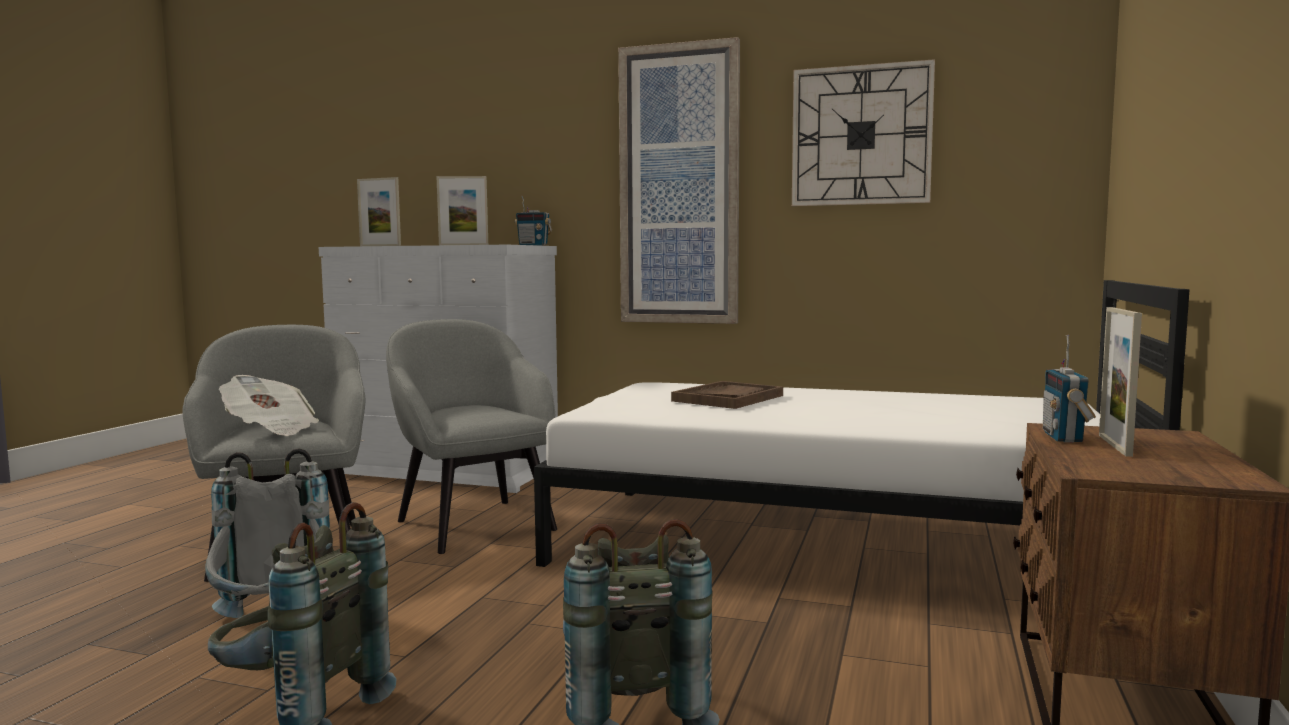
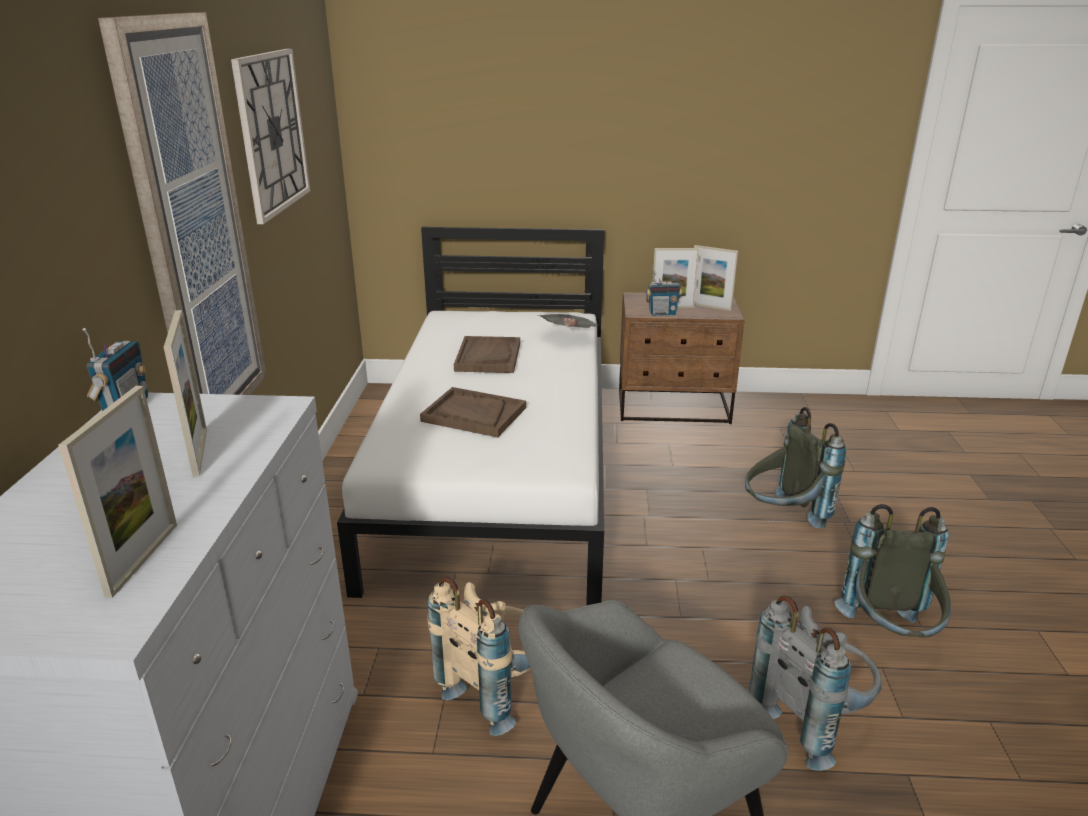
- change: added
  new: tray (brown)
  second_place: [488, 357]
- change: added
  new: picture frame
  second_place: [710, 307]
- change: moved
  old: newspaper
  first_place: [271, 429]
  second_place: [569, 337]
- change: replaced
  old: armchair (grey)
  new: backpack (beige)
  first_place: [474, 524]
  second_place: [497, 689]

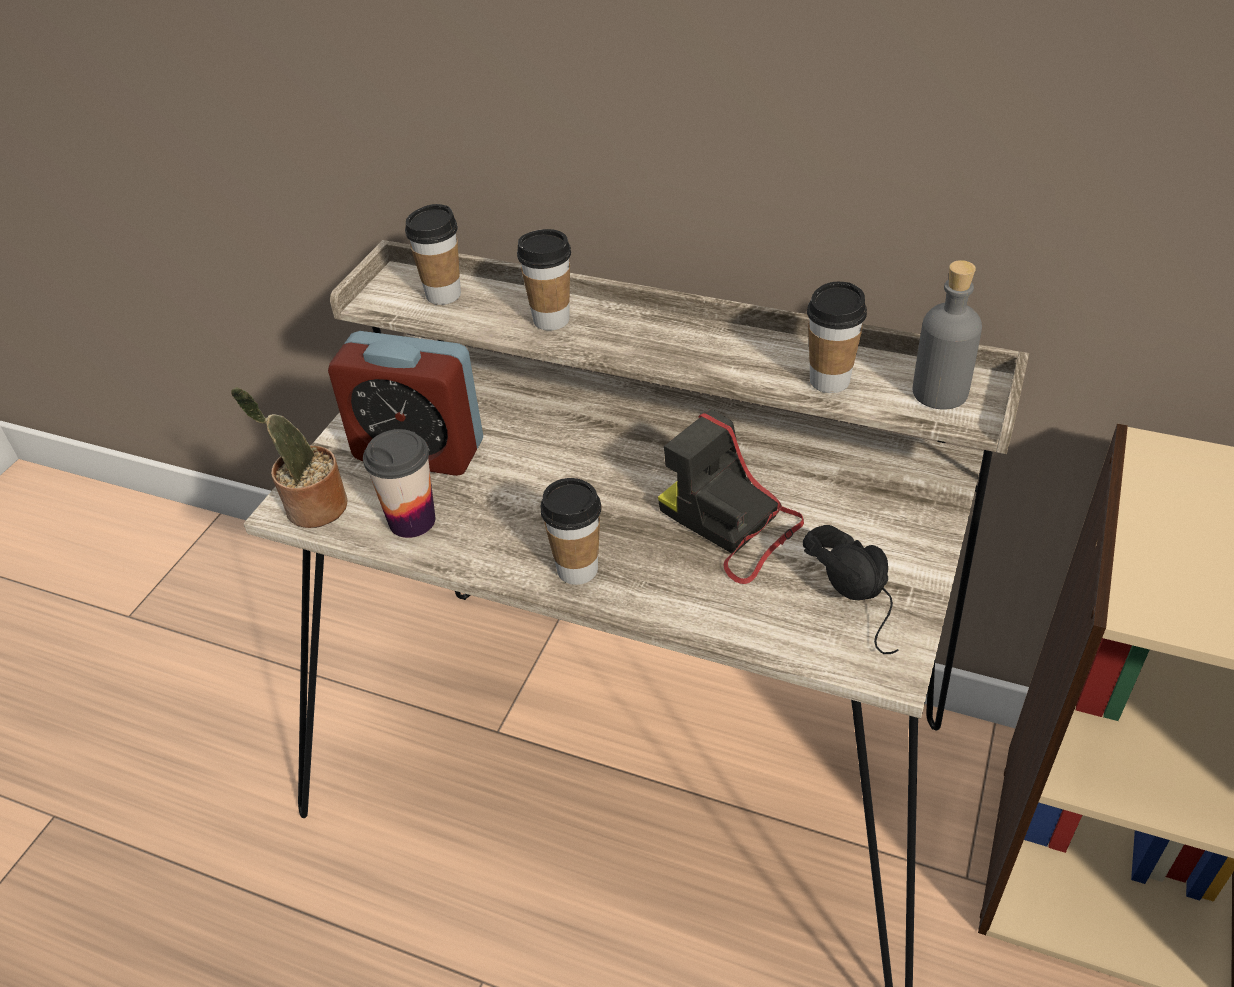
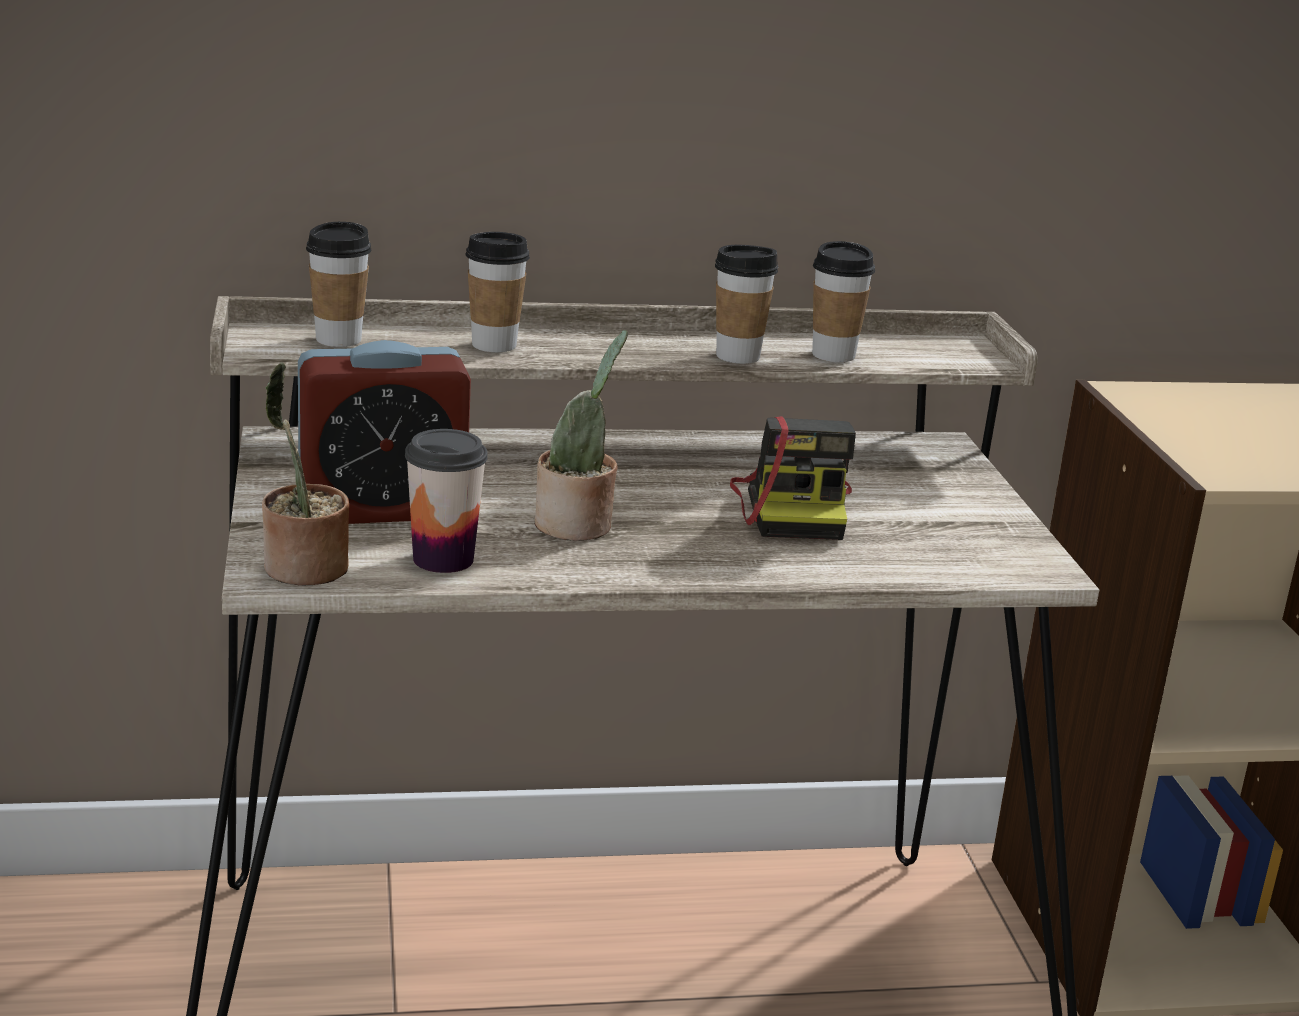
- change: removed
  old: headphones (black)
  first_place: [865, 600]
- change: removed
  old: bottle (grey)
  first_place: [939, 392]
- change: added
  new: potted plant
  second_place: [577, 527]
- change: moved
  old: cup
  first_place: [577, 569]
  second_place: [737, 356]
- change: turned
  old: photo camera
  first_place: [731, 525]
  second_place: [794, 509]
  degrees: -105

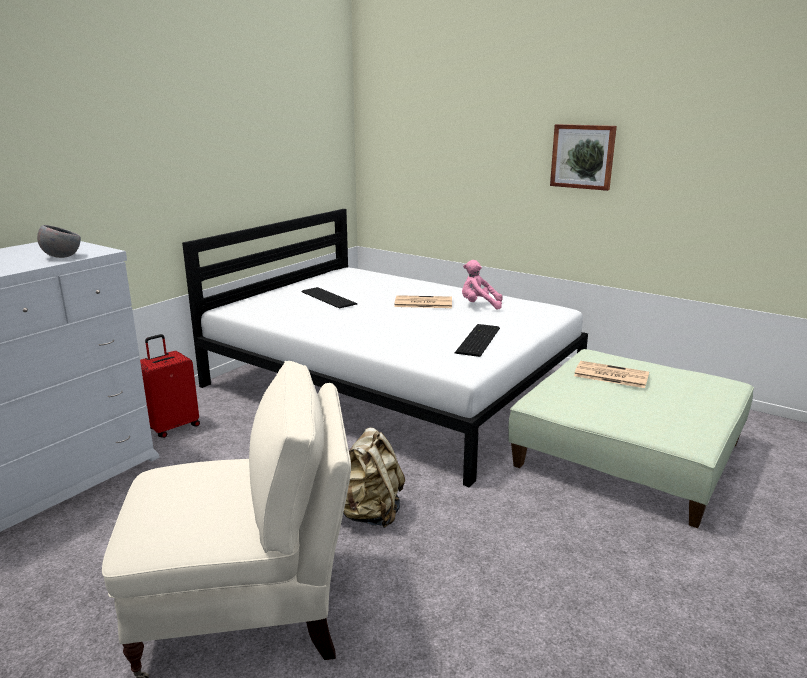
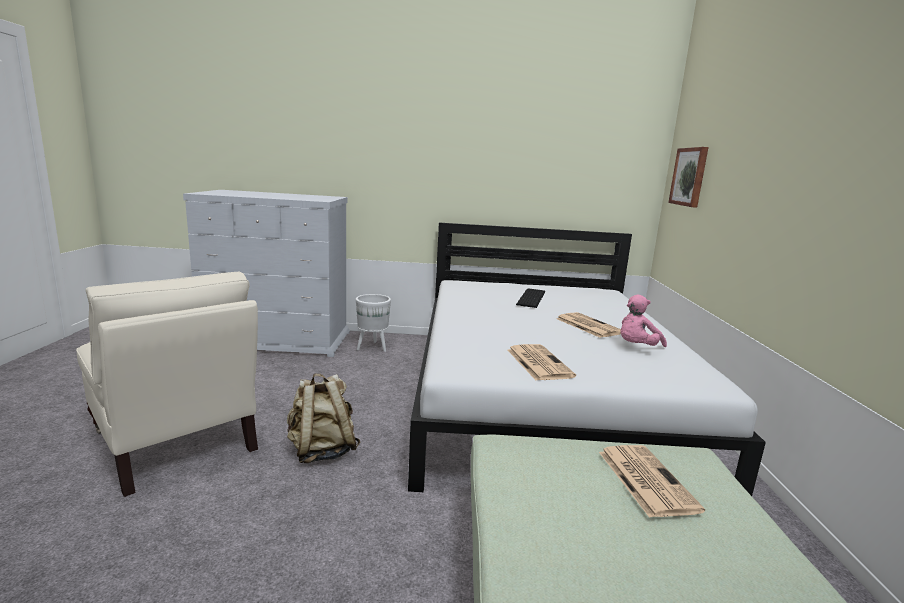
- change: removed
  old: bowl (grey)
  first_place: [61, 257]
- change: moved
  old: picture
  first_place: [583, 156]
  second_place: [689, 177]
- change: replaced
  old: suitcase (red)
  new: planter (white)
  first_place: [172, 427]
  second_place: [373, 347]
- change: replaced
  old: keyboard
  new: newspaper
  first_place: [476, 340]
  second_place: [538, 362]
- change: turned
  old: plush toy (pink)
  first_place: [479, 305]
  second_place: [636, 347]
  degrees: -105

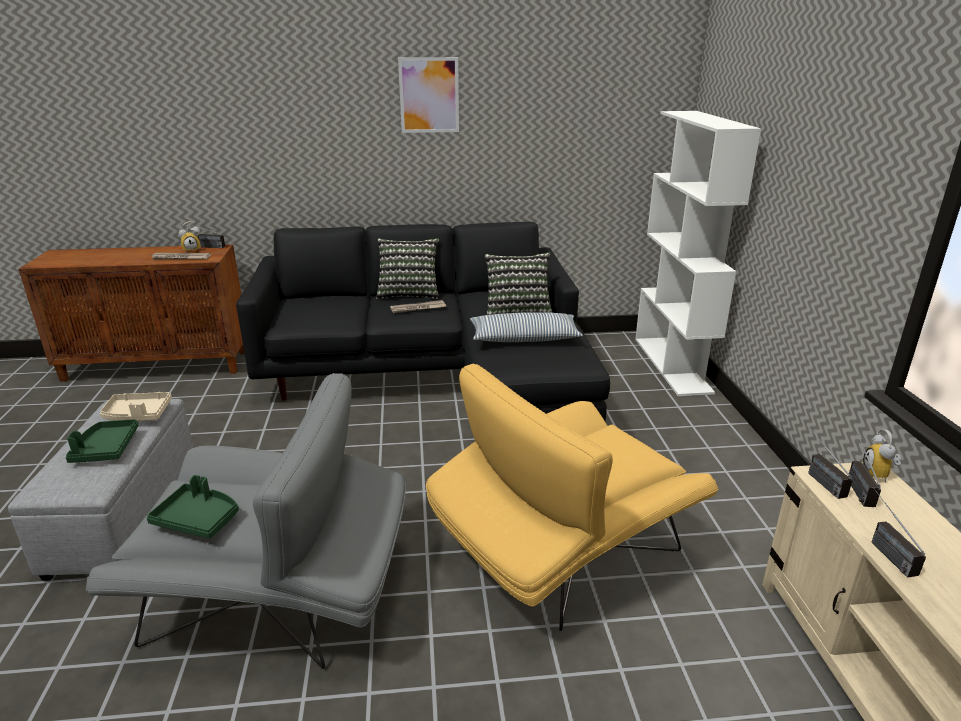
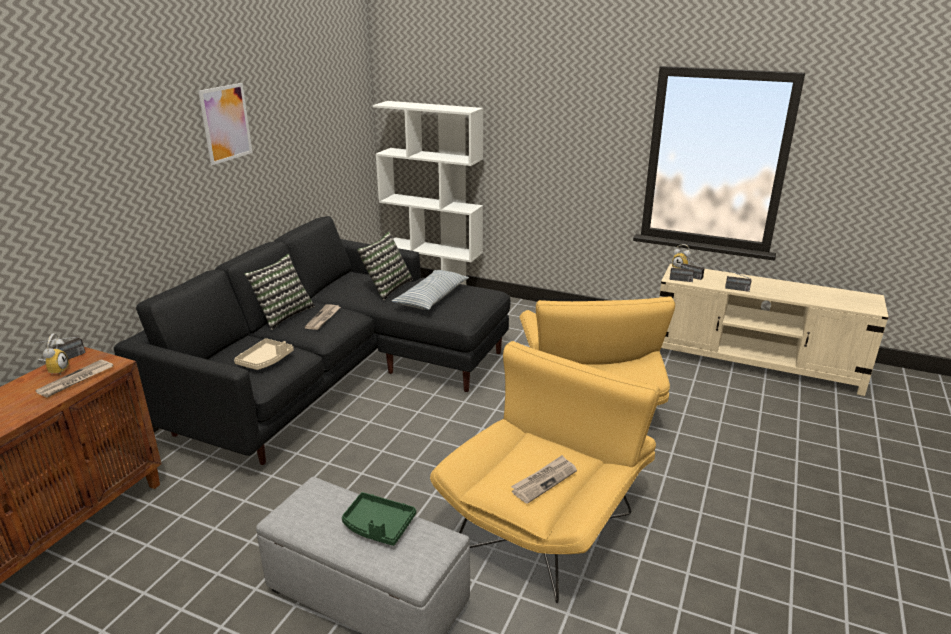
- change: moved
  old: tray (beige)
  first_place: [137, 415]
  second_place: [265, 361]
- change: replaced
  old: tray (green)
  new: newspaper
  first_place: [198, 519]
  second_place: [544, 480]
- change: recoloured
  old: armchair (grey)
  new: armchair (yellow)
  first_place: [279, 596]
  second_place: [548, 520]

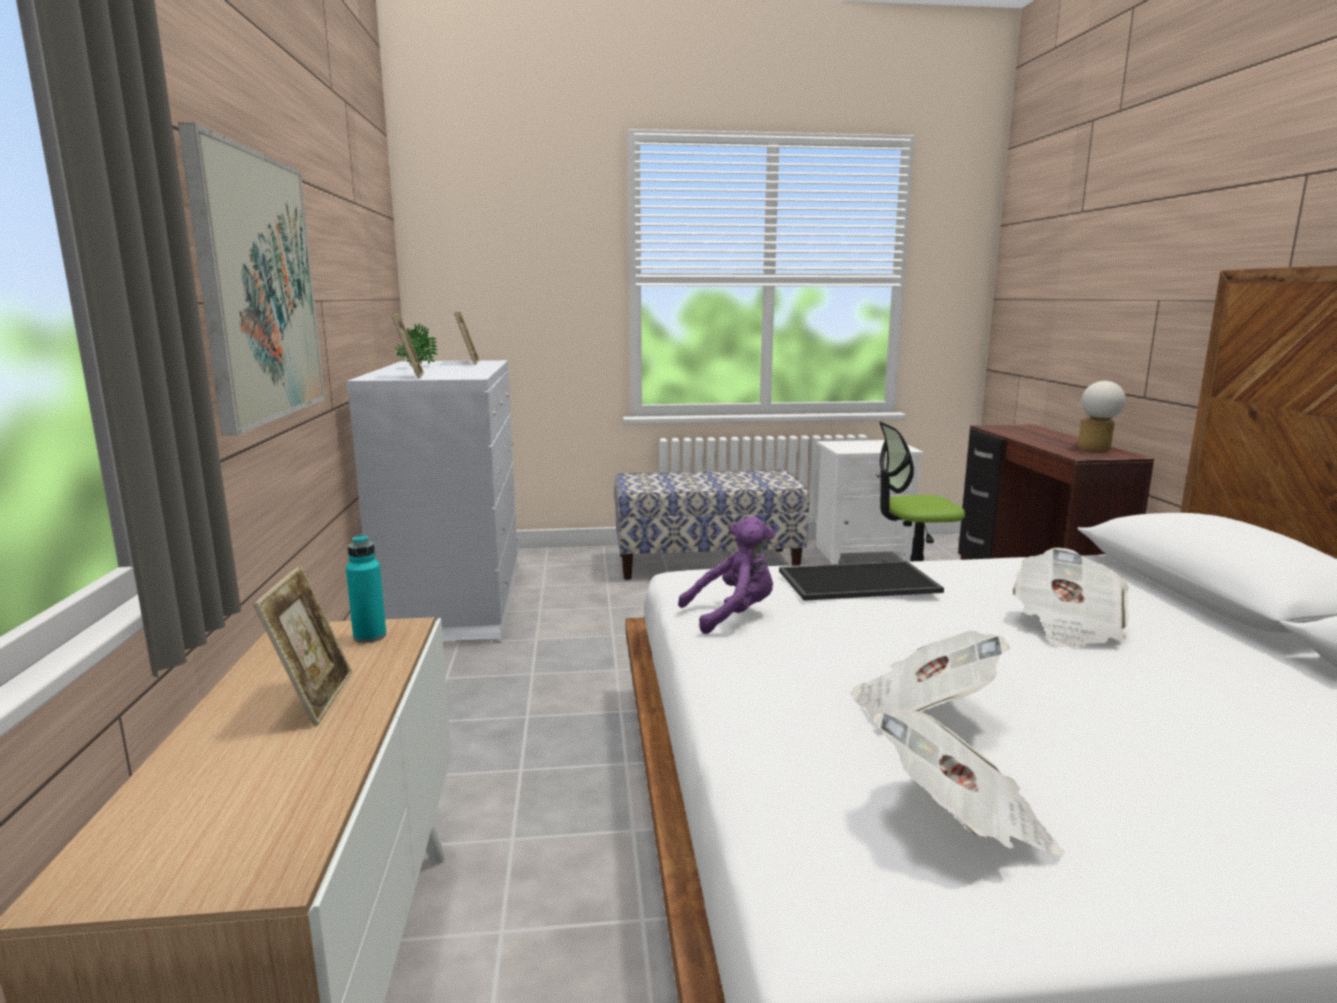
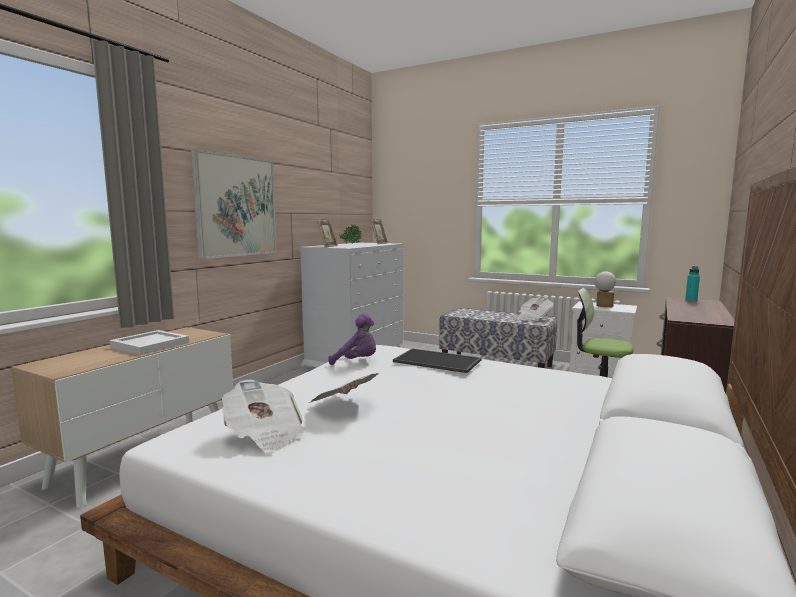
- change: moved
  old: bottle (turquoise)
  first_place: [370, 636]
  second_place: [691, 300]
- change: moved
  old: newspaper
  first_place: [1067, 626]
  second_place: [533, 318]
- change: moved
  old: table lamp
  first_place: [1095, 448]
  second_place: [603, 306]
- change: replaced
  old: picture frame
  new: tray (white)
  first_place: [314, 698]
  second_place: [150, 344]

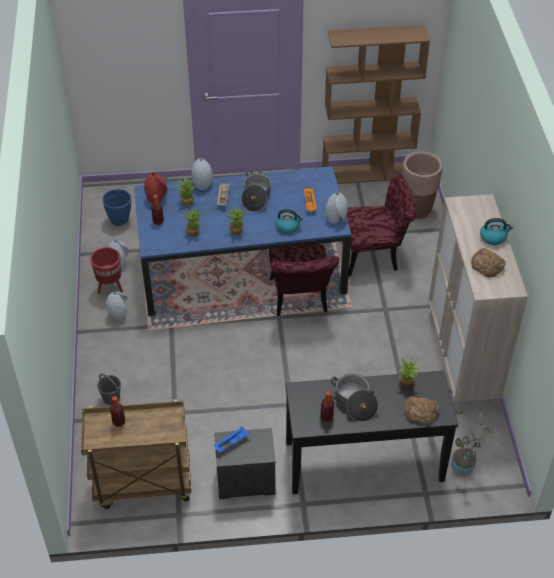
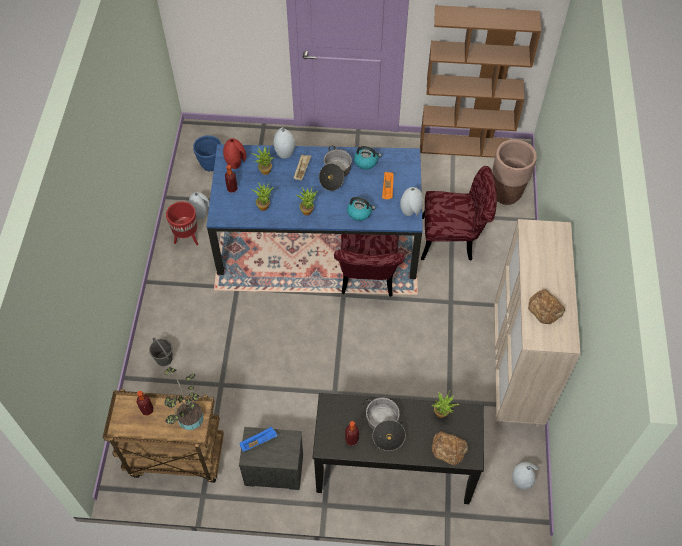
- change: moved
  old: vase (grey)
  first_place: [118, 315]
  second_place: [522, 480]
- change: moved
  old: potted plant
  first_place: [462, 467]
  second_place: [189, 421]
- change: moved
  old: kettle
  first_place: [493, 237]
  second_place: [366, 162]

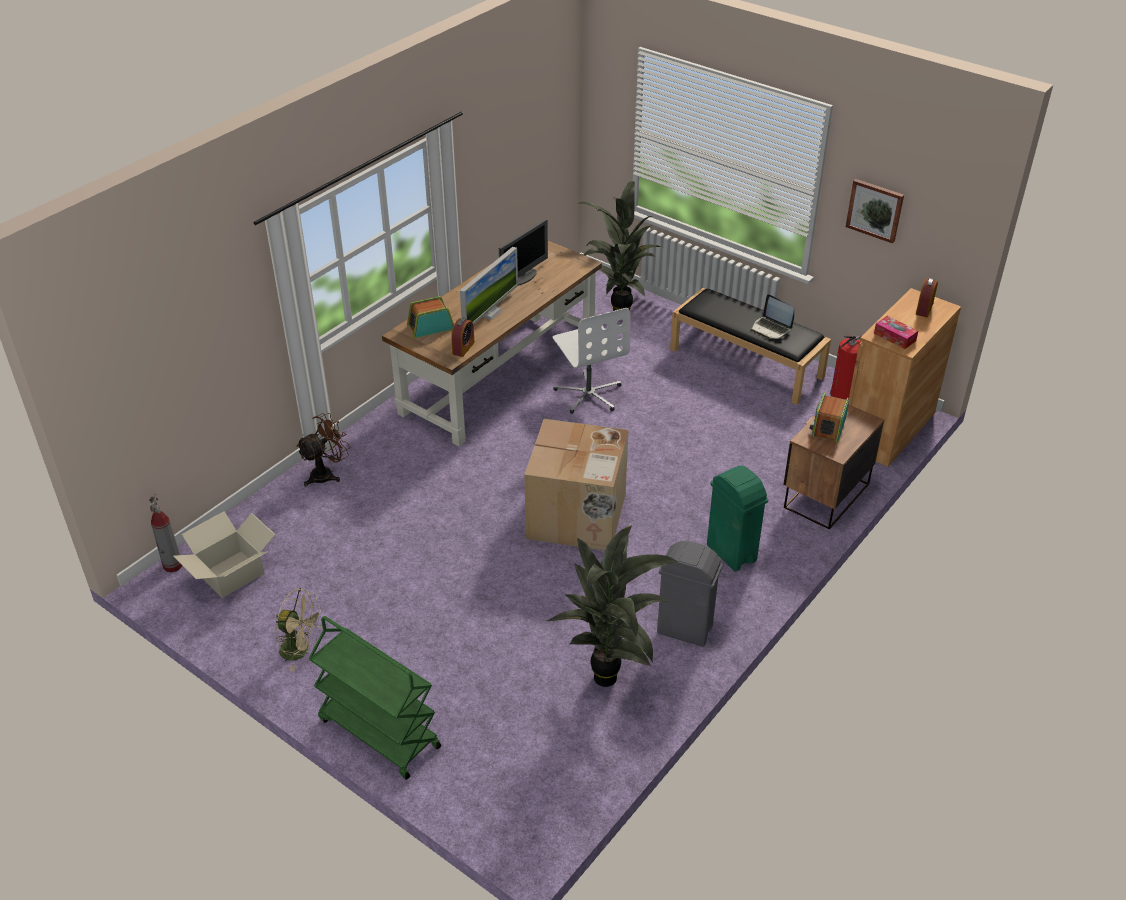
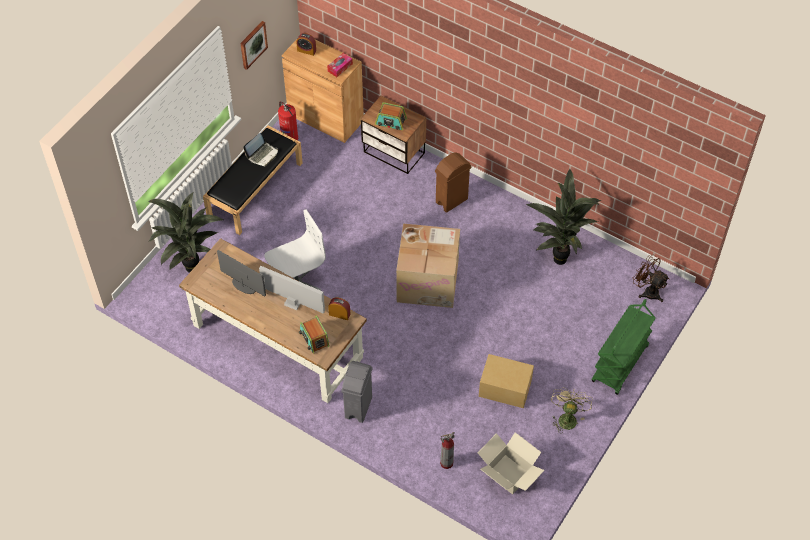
- change: added
  new: cardboard box
  second_place: [504, 389]
- change: moved
  old: fire extinguisher
  first_place: [173, 565]
  second_place: [446, 463]
- change: moved
  old: fan (brown)
  first_place: [327, 474]
  second_place: [647, 291]
- change: moved
  old: trash can (grey)
  first_place: [685, 630]
  second_place: [359, 407]
- change: recoloured
  old: trash can (green)
  new: trash can (brown)
  first_place: [731, 553]
  second_place: [452, 200]

